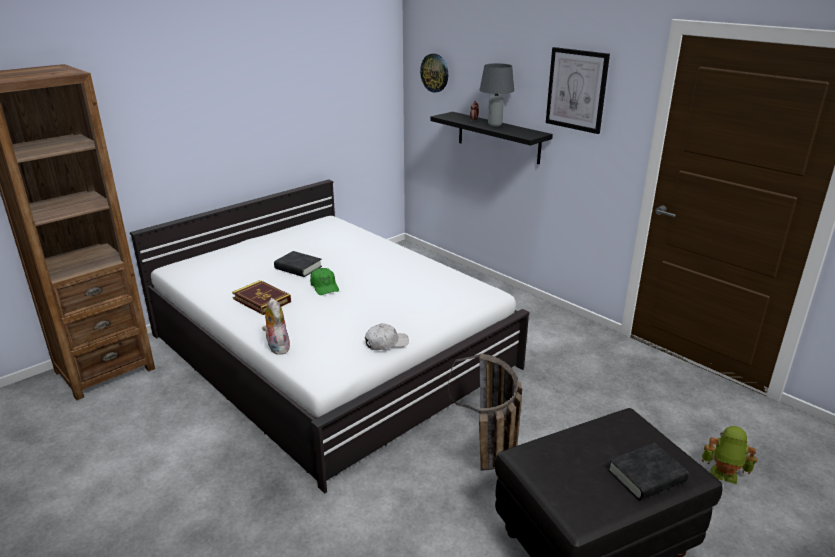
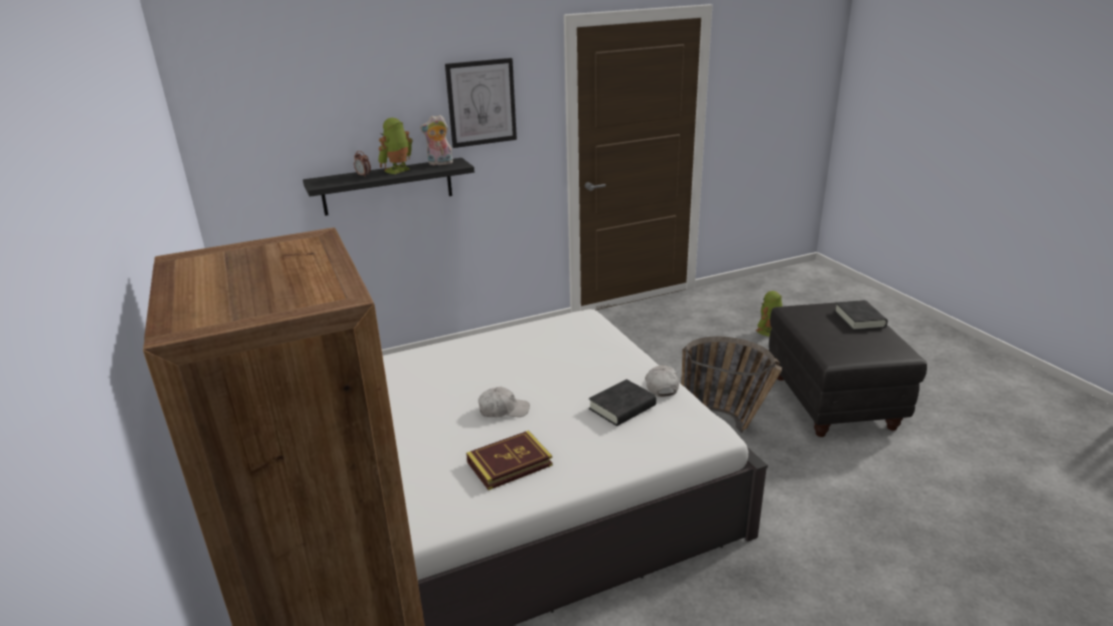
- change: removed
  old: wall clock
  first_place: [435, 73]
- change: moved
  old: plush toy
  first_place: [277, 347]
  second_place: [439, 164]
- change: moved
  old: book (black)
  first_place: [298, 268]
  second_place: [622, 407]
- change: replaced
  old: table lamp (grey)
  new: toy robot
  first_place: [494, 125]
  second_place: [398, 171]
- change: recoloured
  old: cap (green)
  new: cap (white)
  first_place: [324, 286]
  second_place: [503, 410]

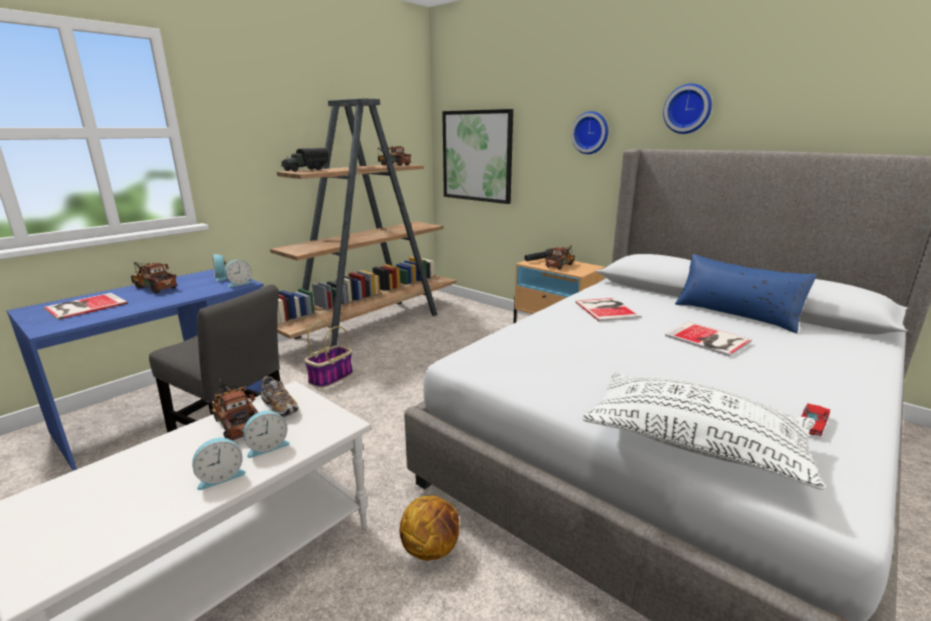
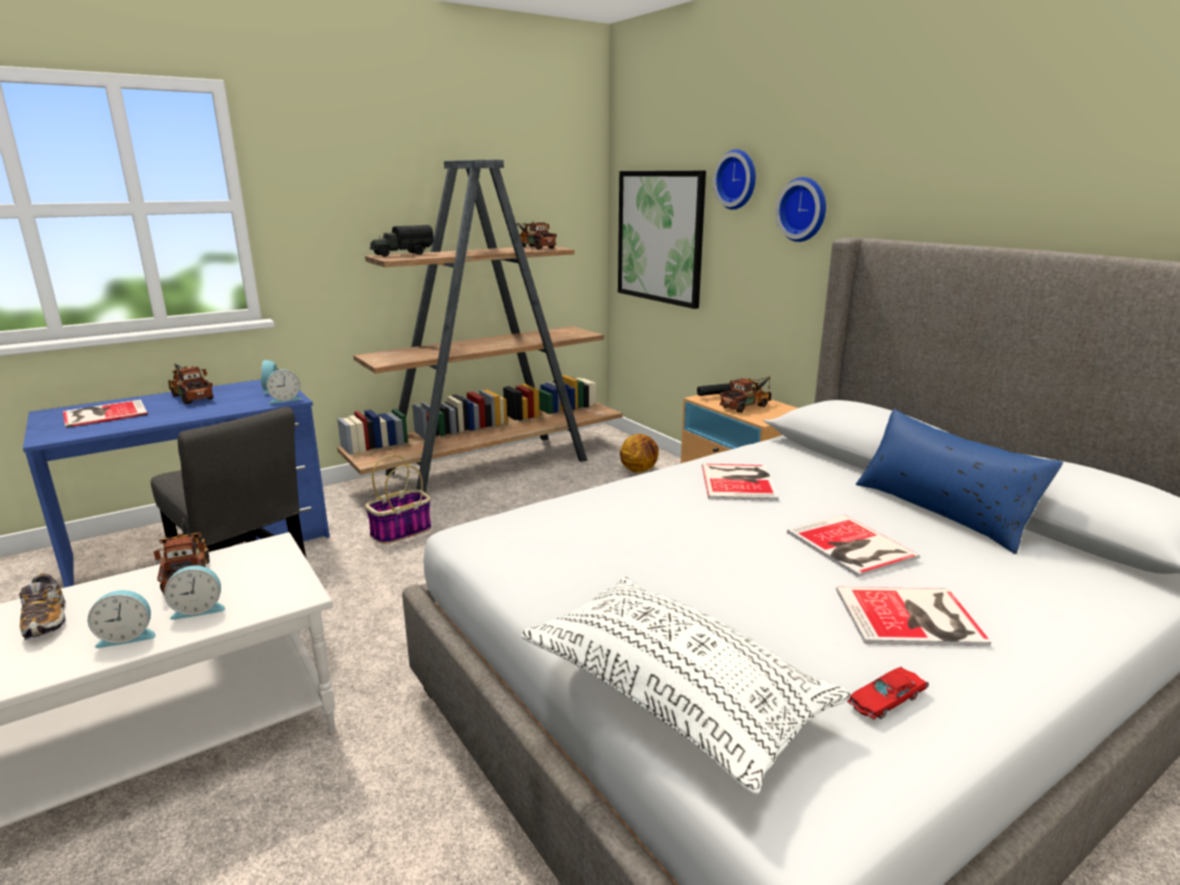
- change: added
  new: book
  second_place: [913, 618]
- change: moved
  old: shoe
  first_place: [280, 407]
  second_place: [46, 621]
- change: moved
  old: basketball
  first_place: [431, 549]
  second_place: [639, 470]
- change: moved
  old: wall clock
  first_place: [688, 109]
  second_place: [738, 179]

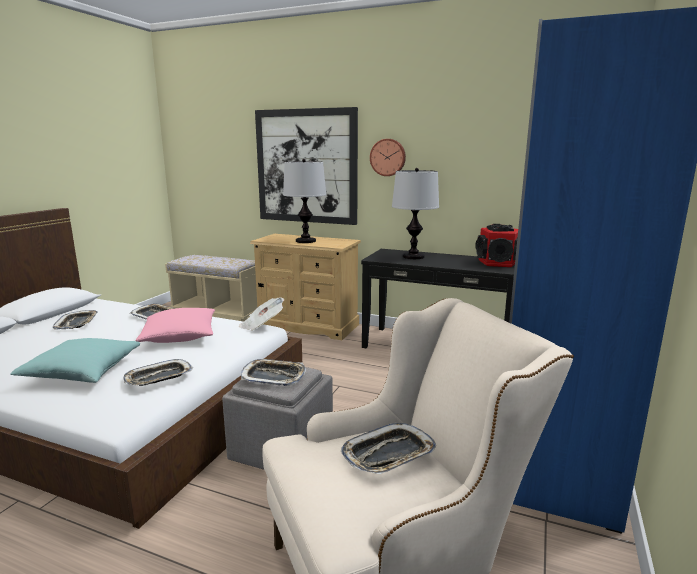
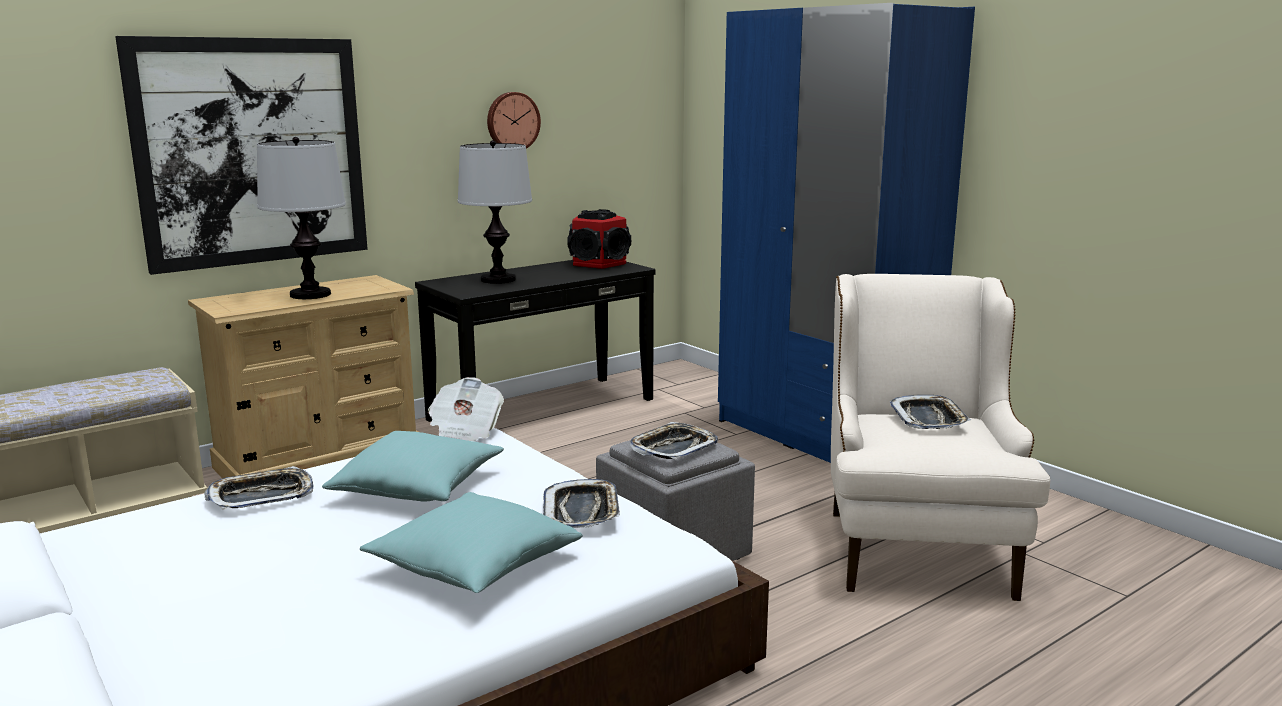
- change: removed
  old: tray
  first_place: [77, 323]
- change: moved
  old: wall clock
  first_place: [388, 157]
  second_place: [512, 121]
- change: recoloured
  old: pillow (pink)
  new: pillow (turquoise)
  first_place: [179, 337]
  second_place: [418, 488]

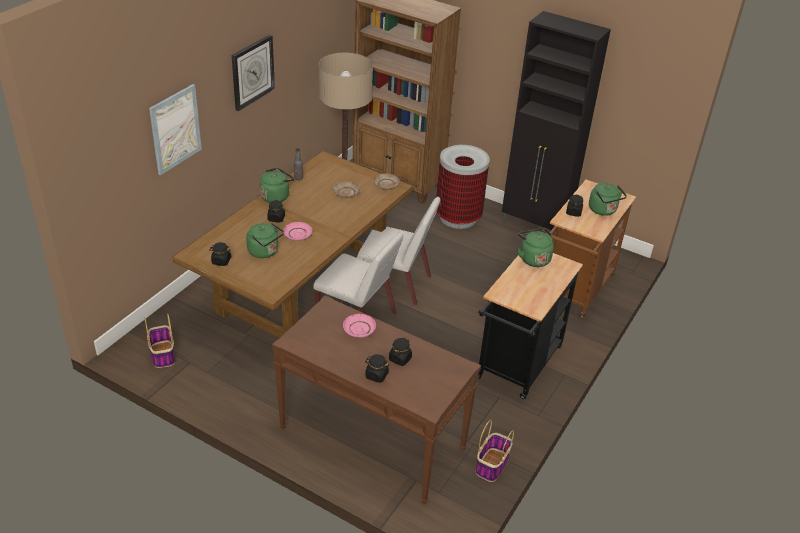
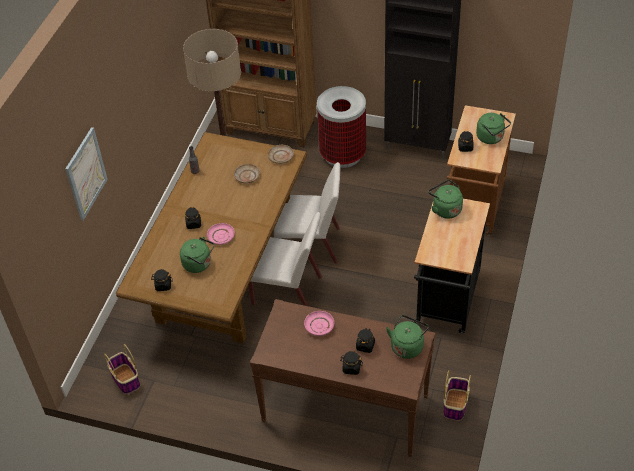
- change: removed
  old: wall clock
  first_place: [252, 72]
- change: moved
  old: kettle (green)
  first_place: [276, 196]
  second_place: [407, 346]

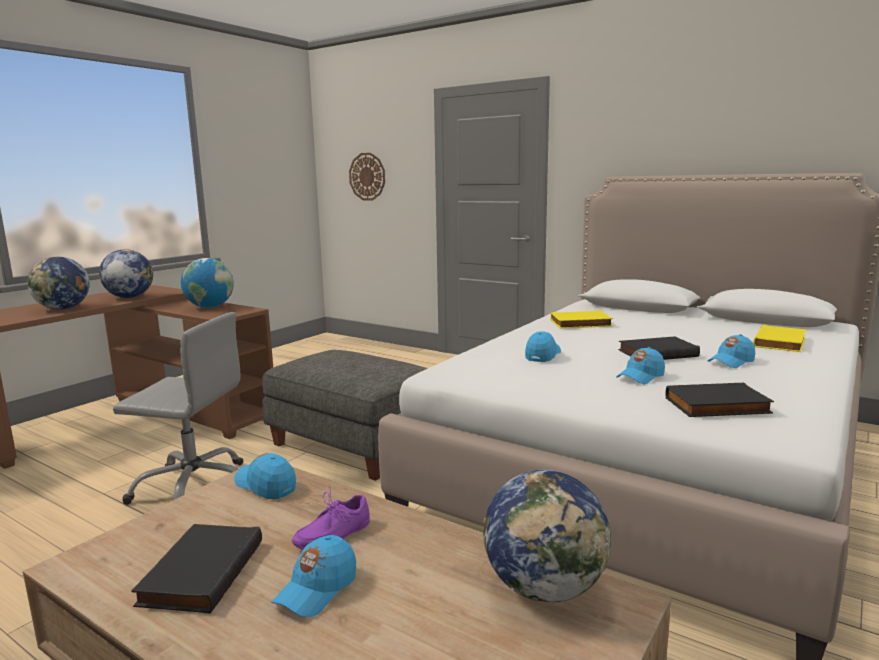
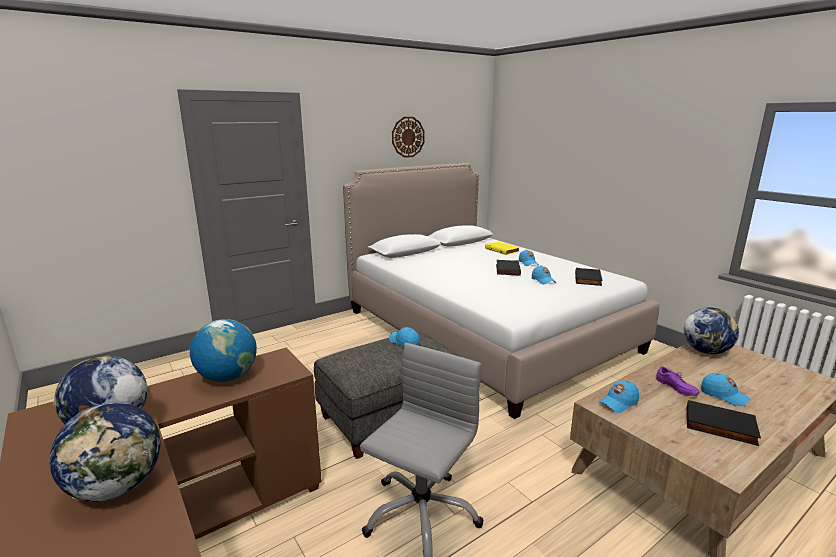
- change: removed
  old: book (yellow)
  first_place: [580, 324]
- change: moved
  old: wall clock
  first_place: [367, 176]
  second_place: [408, 137]
- change: moved
  old: cap (blue)
  first_place: [542, 355]
  second_place: [404, 342]

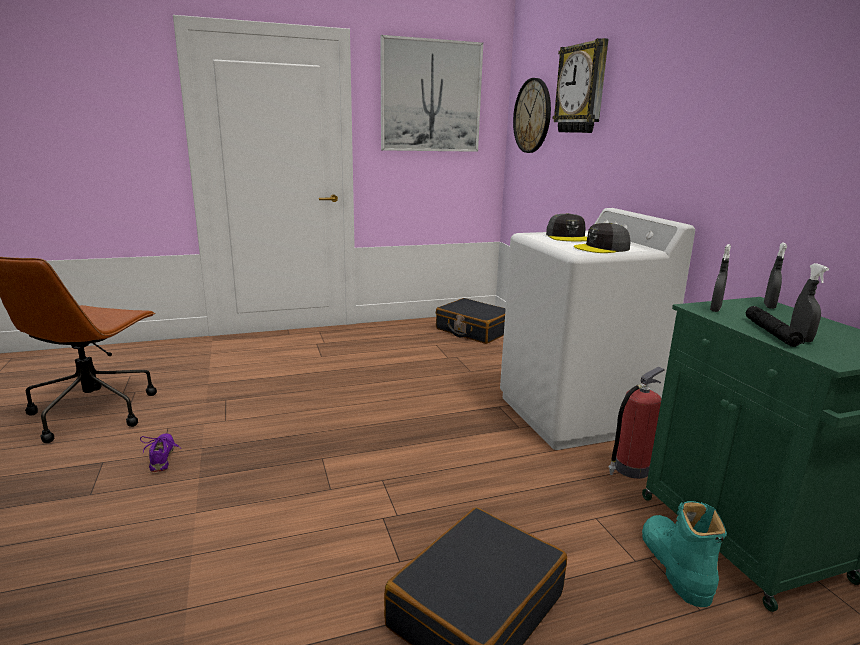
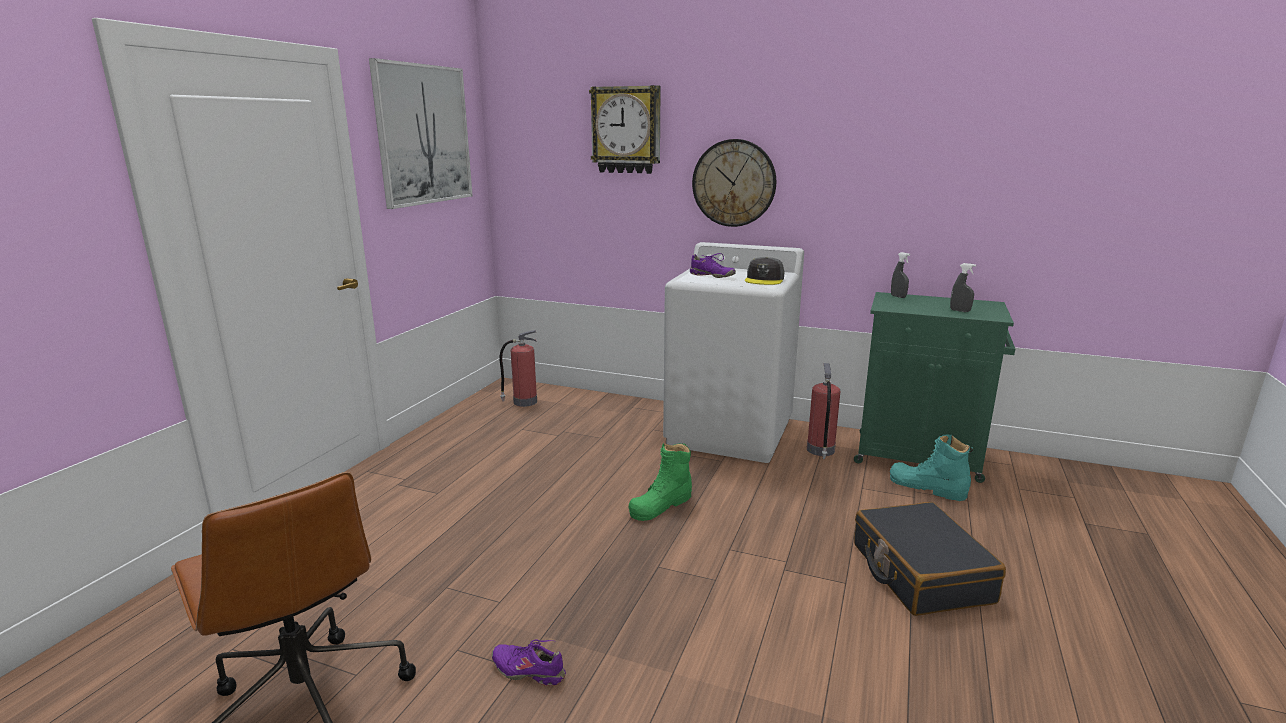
- change: removed
  old: spray bottle (grey)
  first_place: [715, 309]
- change: removed
  old: flashlight (black)
  first_place: [771, 333]
- change: added
  new: boot (green)
  second_place: [661, 505]
- change: moved
  old: wall clock
  first_place: [532, 116]
  second_place: [734, 183]
- change: replaced
  old: suitcase (black)
  new: fire extinguisher
  first_place: [473, 330]
  second_place: [523, 402]
- change: replaced
  old: cap (grey)
  new: shoe (purple)
  first_place: [567, 237]
  second_place: [711, 276]

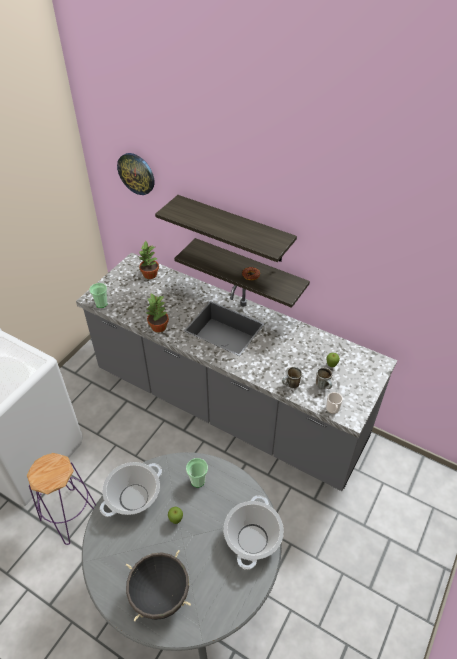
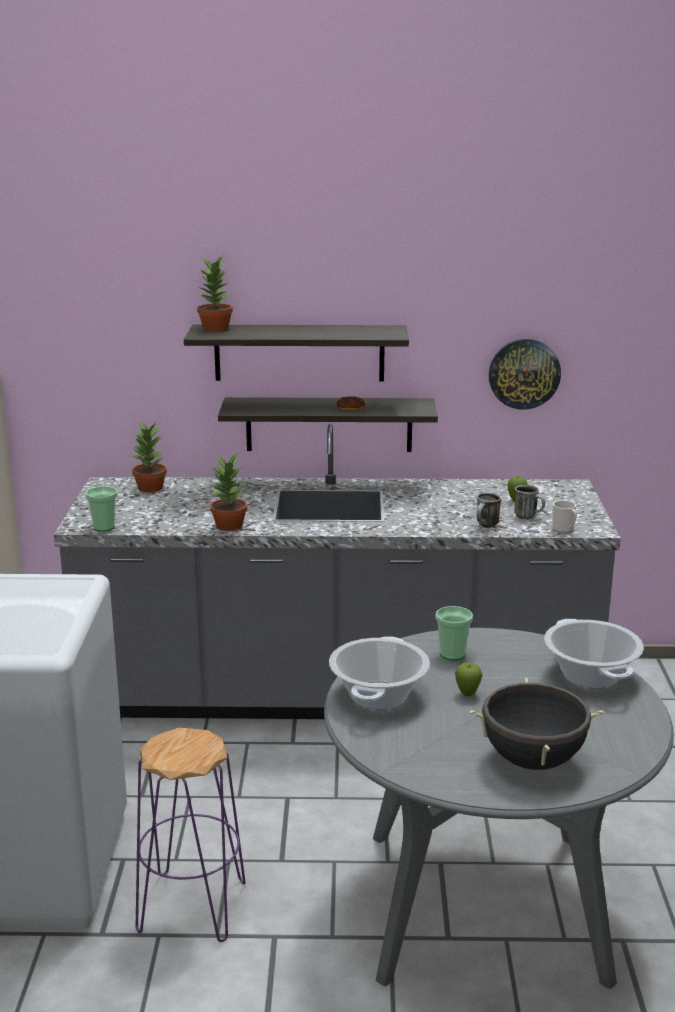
- change: added
  new: potted plant
  second_place: [216, 328]
- change: moved
  old: wall clock
  first_place: [136, 173]
  second_place: [524, 373]

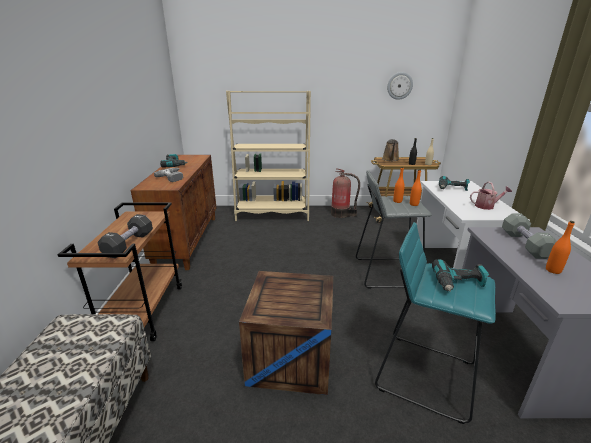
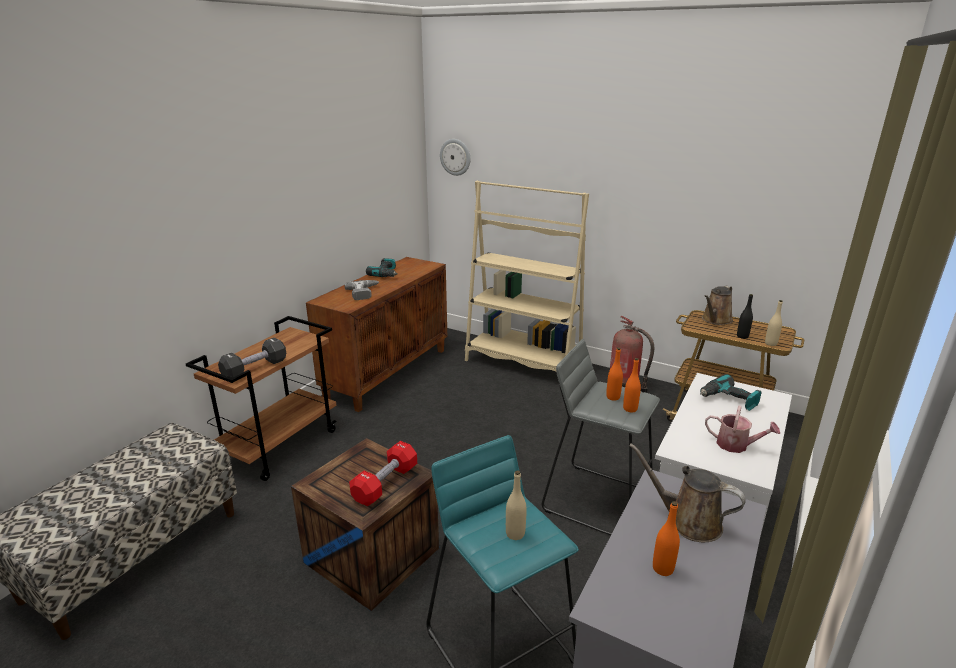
- change: added
  new: dumbbell (red)
  second_place: [385, 484]
- change: moved
  old: wall clock
  first_place: [399, 85]
  second_place: [455, 157]
- change: replaced
  old: power drill
  new: bottle (beige)
  first_place: [458, 283]
  second_place: [515, 534]
- change: replaced
  old: dumbbell (grey)
  new: watering can (brown)
  first_place: [524, 244]
  second_place: [688, 521]

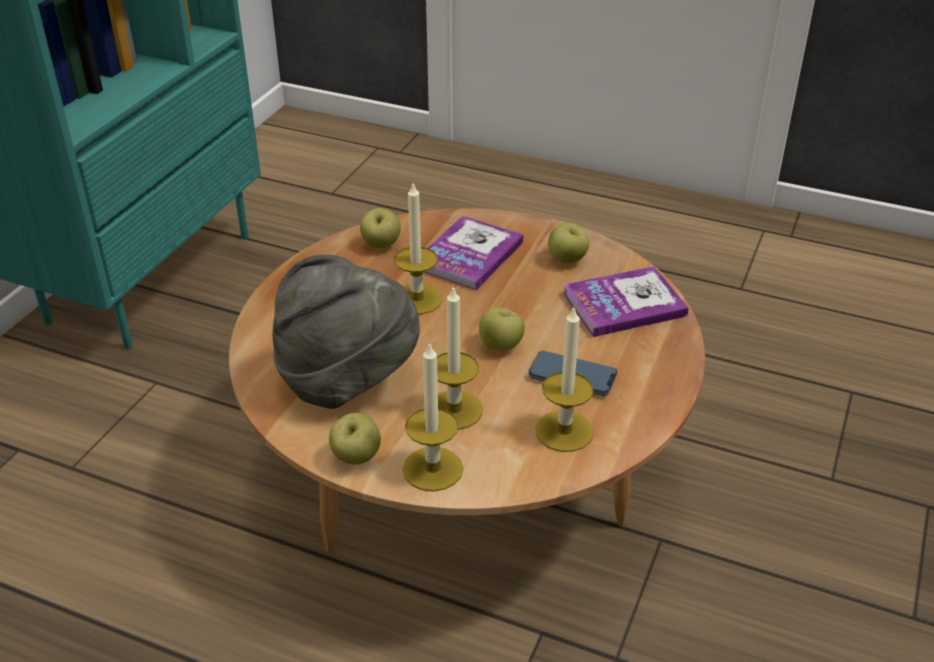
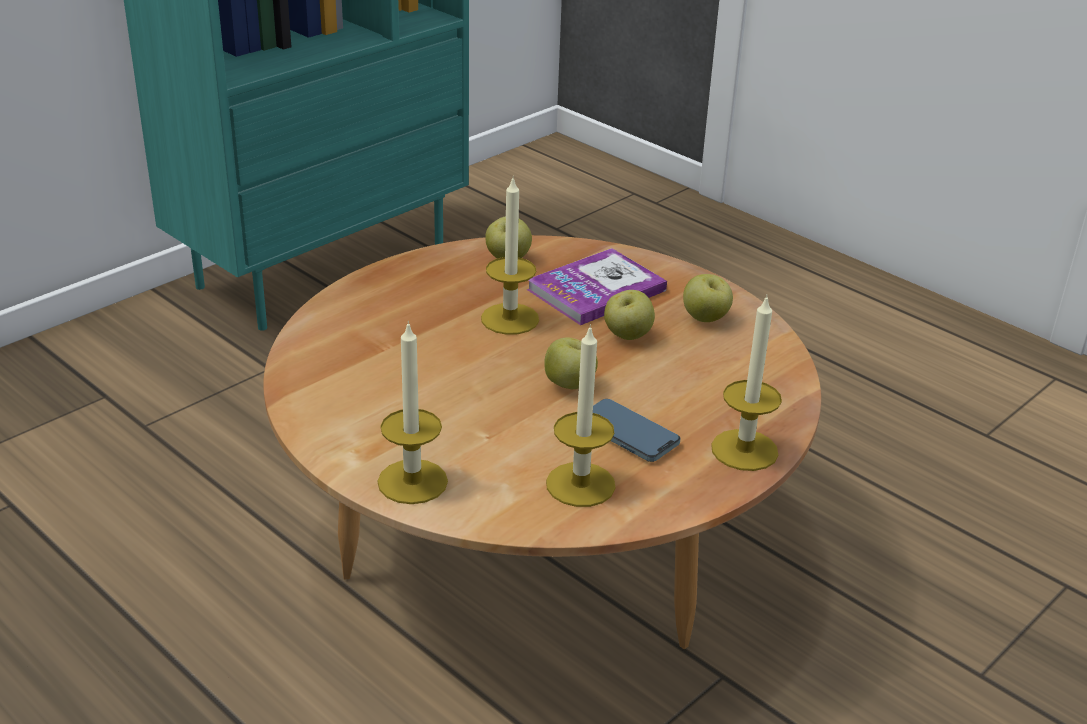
- change: removed
  old: hat (grey)
  first_place: [347, 380]
- change: removed
  old: book
  first_place: [624, 304]
- change: moved
  old: apple
  first_place: [356, 457]
  second_place: [627, 336]
- change: moved
  old: candle
  first_place: [454, 410]
  second_place: [744, 450]

